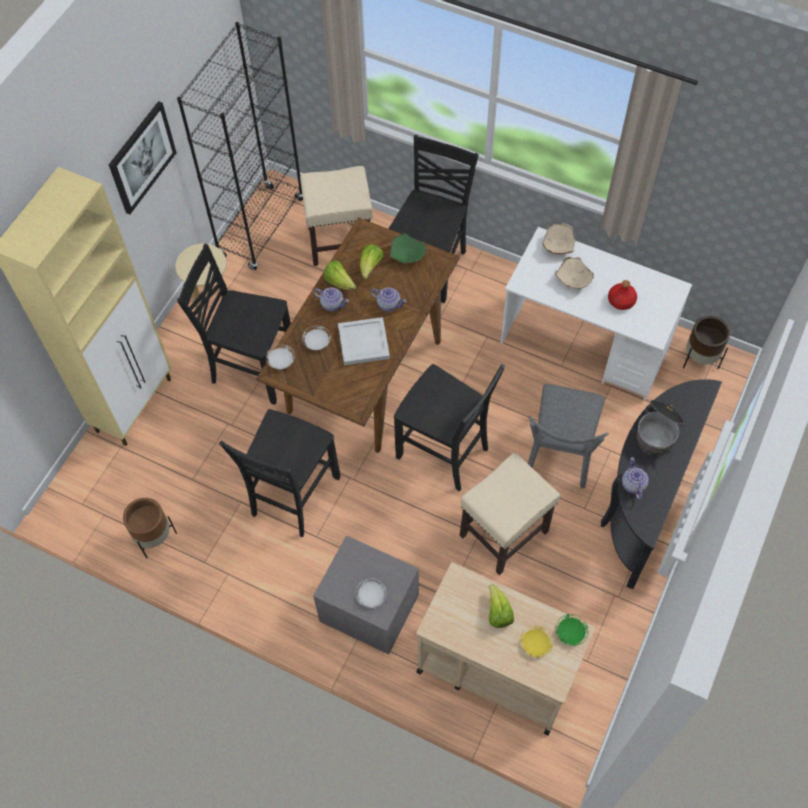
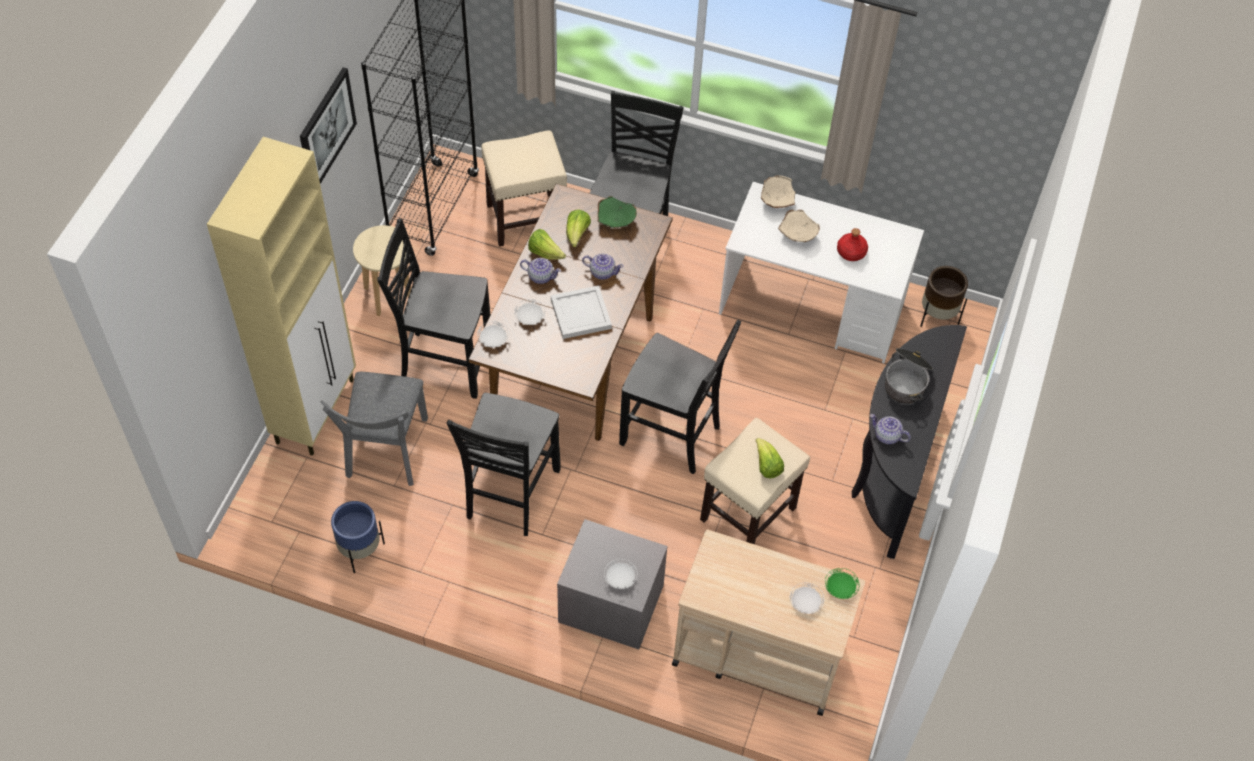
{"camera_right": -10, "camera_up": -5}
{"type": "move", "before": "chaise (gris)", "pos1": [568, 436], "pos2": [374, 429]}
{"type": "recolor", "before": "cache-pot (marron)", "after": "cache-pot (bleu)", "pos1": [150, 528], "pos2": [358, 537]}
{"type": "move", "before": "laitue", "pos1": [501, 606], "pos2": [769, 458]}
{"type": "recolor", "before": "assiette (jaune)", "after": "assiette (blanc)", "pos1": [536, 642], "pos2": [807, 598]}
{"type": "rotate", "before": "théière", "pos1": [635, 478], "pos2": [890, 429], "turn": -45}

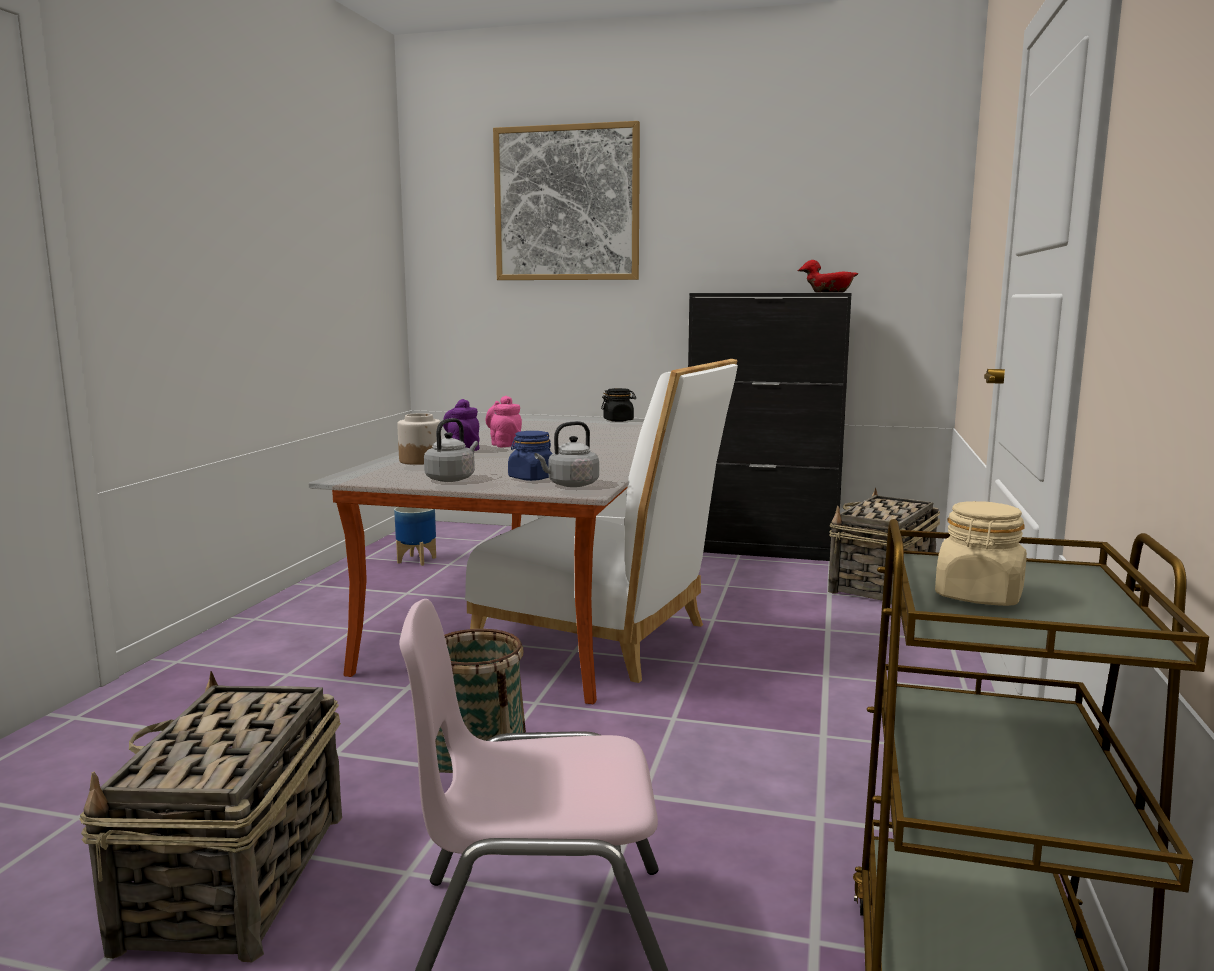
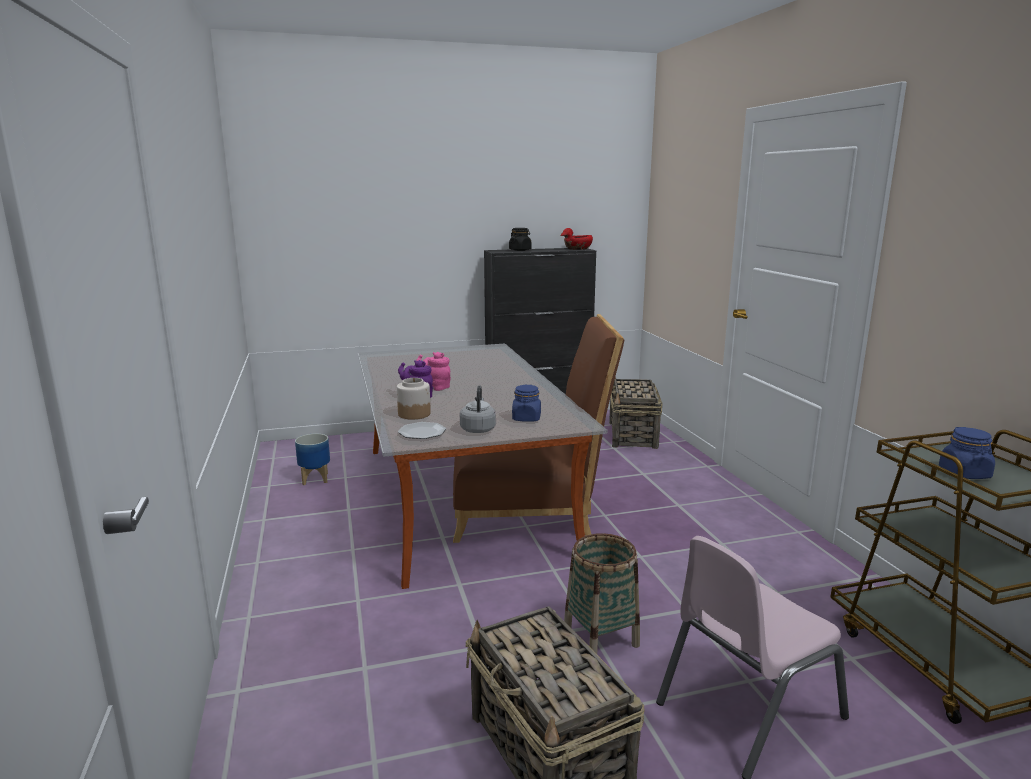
{"camera_right": -30, "camera_up": 5}
{"type": "insert", "after": "assiette", "pos2": [422, 430]}
{"type": "recolor", "before": "chaise (blanc)", "after": "chaise (marron)", "pos1": [601, 521], "pos2": [538, 428]}
{"type": "move", "before": "bocal (noir)", "pos1": [618, 405], "pos2": [520, 239]}
{"type": "recolor", "before": "bocal (beige)", "after": "bocal (bleu)", "pos1": [981, 553], "pos2": [967, 453]}
{"type": "delete", "before": "tableau", "pos1": [566, 200]}
{"type": "delete", "before": "bouilloire (gris)", "pos1": [567, 454]}

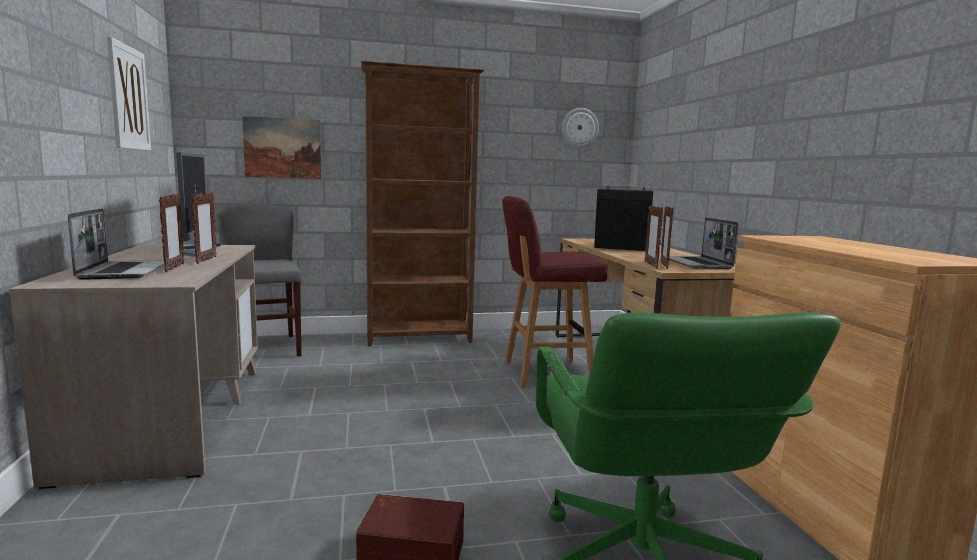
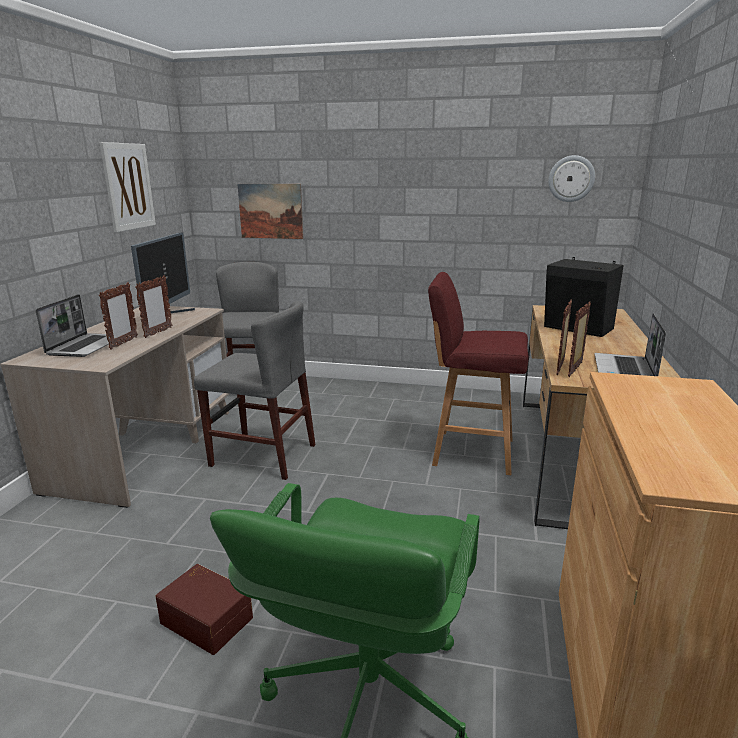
{"camera_right": 25, "camera_up": 10}
{"type": "insert", "after": "chaise (gris)", "pos2": [254, 390]}
{"type": "delete", "before": "bibliothèque (marron)", "pos1": [422, 203]}

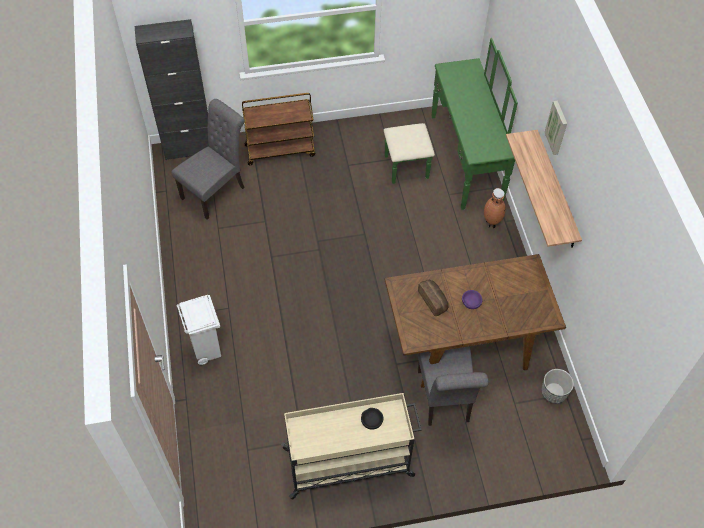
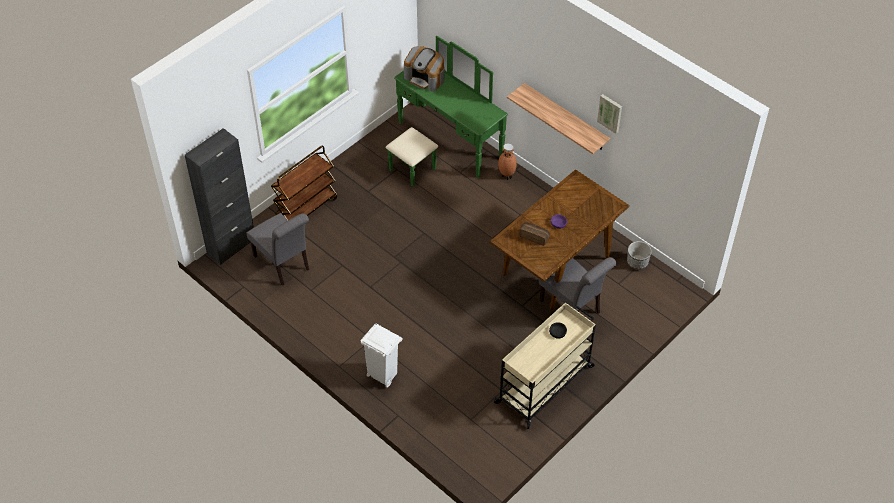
{"camera_right": -35, "camera_up": -5}
{"type": "rotate", "before": "chaise (gris)", "pos1": [208, 159], "pos2": [277, 249], "turn": 135}
{"type": "insert", "after": "machine à café", "pos2": [424, 69]}
{"type": "move", "before": "tableau", "pos1": [555, 128], "pos2": [609, 114]}

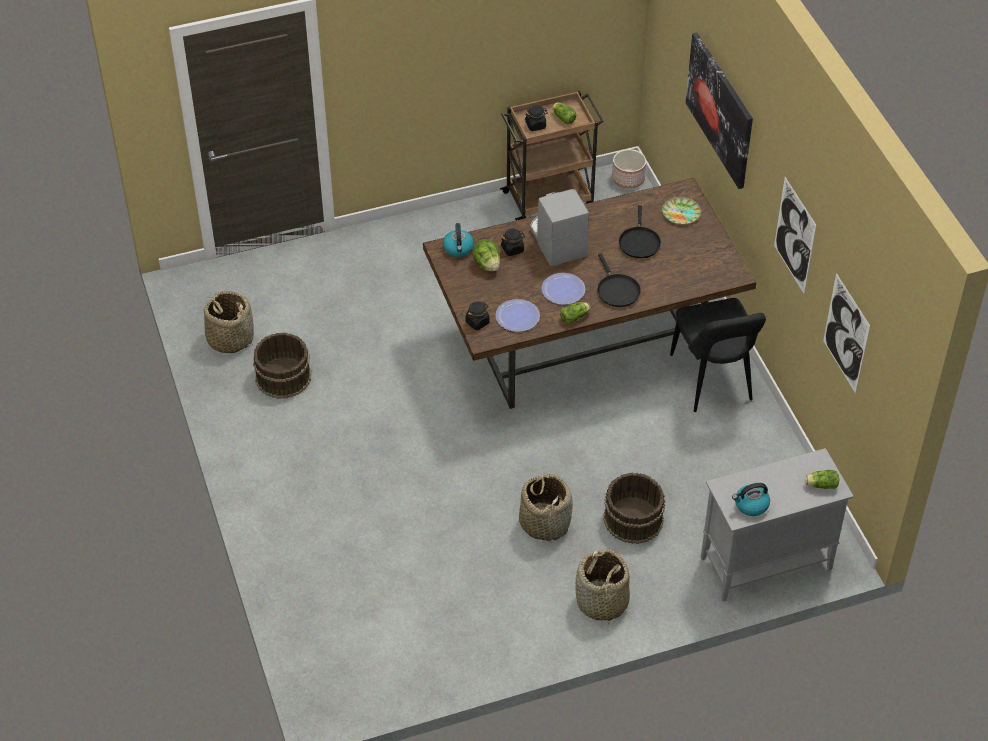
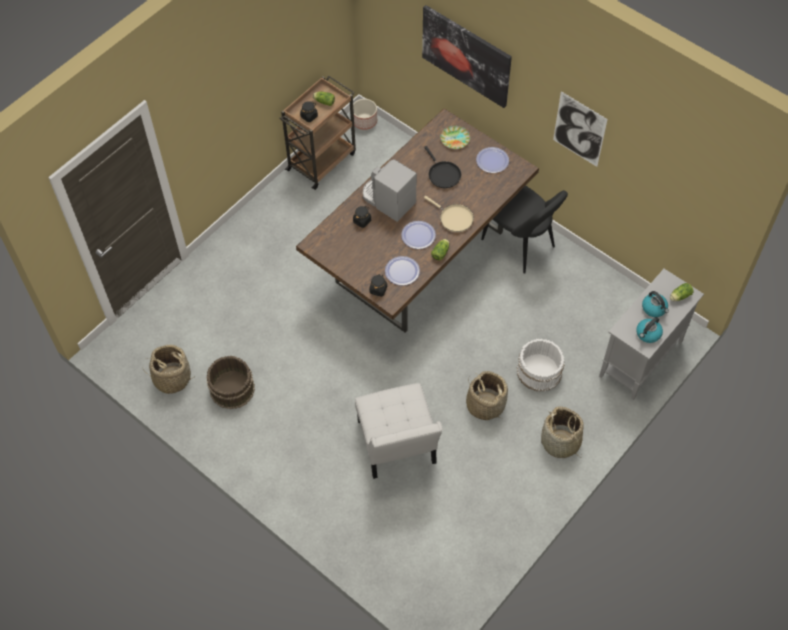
{"camera_right": -30, "camera_up": 10}
{"type": "insert", "after": "chaise (blanc)", "pos2": [399, 431]}
{"type": "recolor", "before": "poêle (noir)", "after": "poêle (beige)", "pos1": [619, 280], "pos2": [449, 214]}
{"type": "insert", "after": "assiette", "pos2": [492, 160]}
{"type": "recolor", "before": "seau (marron)", "after": "seau (blanc)", "pos1": [634, 508], "pos2": [540, 365]}
{"type": "move", "before": "bouilloire", "pos1": [458, 240], "pos2": [655, 304]}
{"type": "delete", "before": "laitue", "pos1": [486, 255]}
{"type": "delete", "before": "tableau", "pos1": [846, 333]}

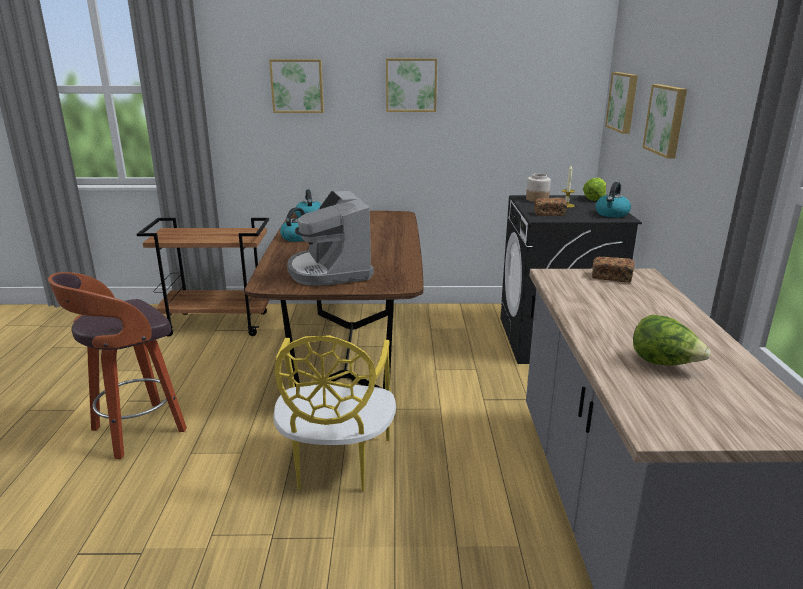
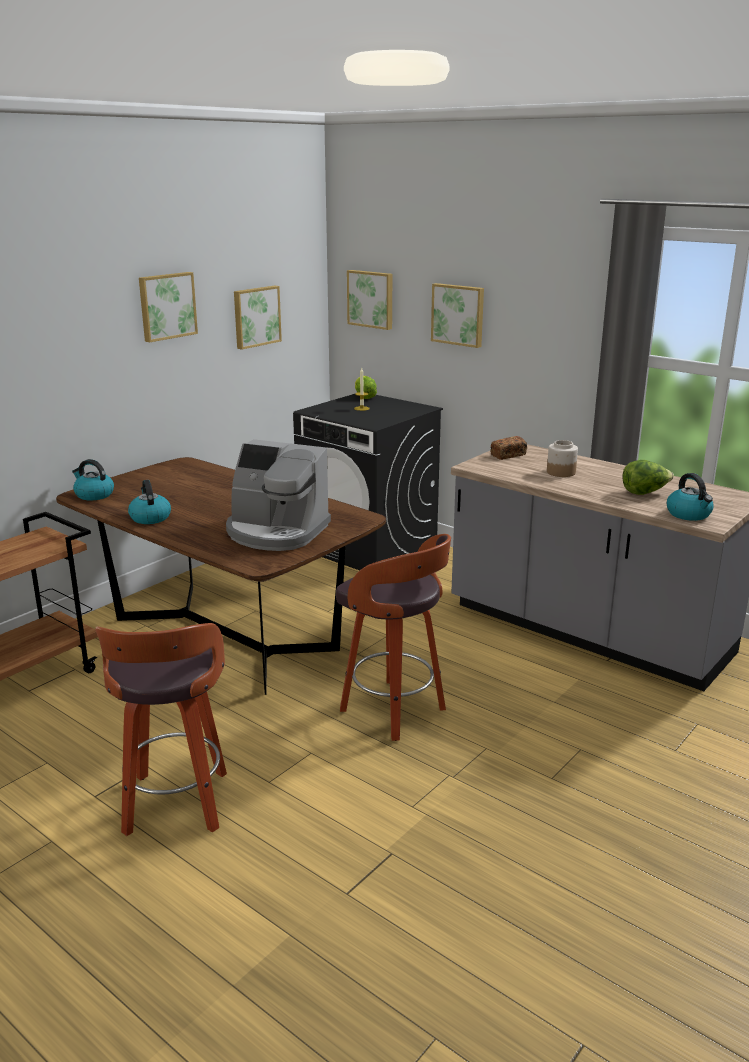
{"camera_right": -50, "camera_up": 0}
{"type": "move", "before": "tableau", "pos1": [296, 86], "pos2": [258, 317]}
{"type": "replace", "before": "chaise (jaune)", "after": "tabouret", "pos1": [334, 413], "pos2": [393, 637]}
{"type": "move", "before": "bocal", "pos1": [538, 188], "pos2": [562, 458]}
{"type": "move", "before": "bouilloire", "pos1": [613, 200], "pos2": [690, 497]}
{"type": "delete", "before": "pain", "pos1": [550, 207]}

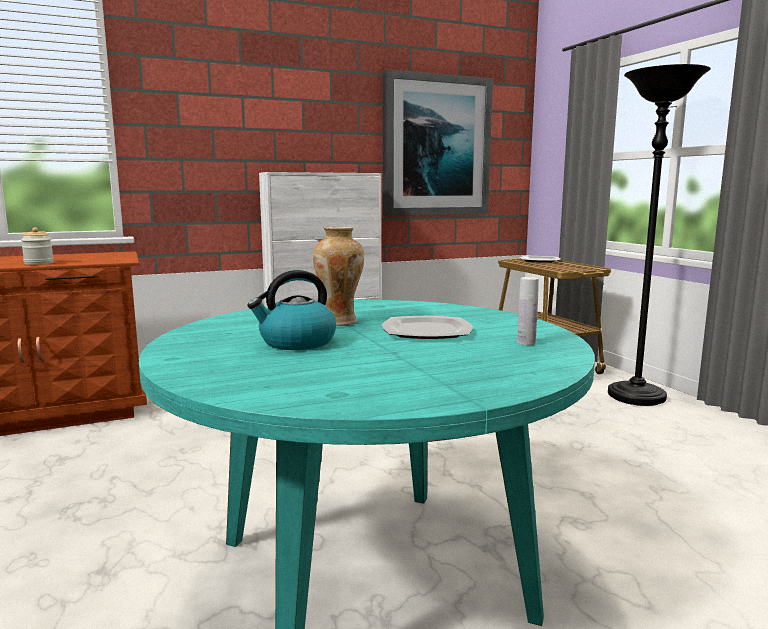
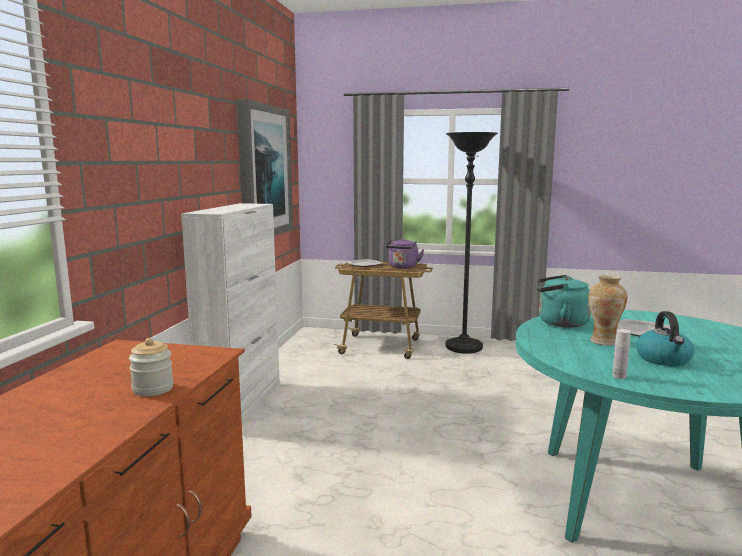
{"camera_right": -55, "camera_up": 0}
{"type": "insert", "after": "bouilloire (violet)", "pos2": [404, 253]}
{"type": "insert", "after": "bouilloire (turquoise)", "pos2": [564, 301]}
{"type": "move", "before": "bouteille (blanc)", "pos1": [528, 311], "pos2": [621, 354]}

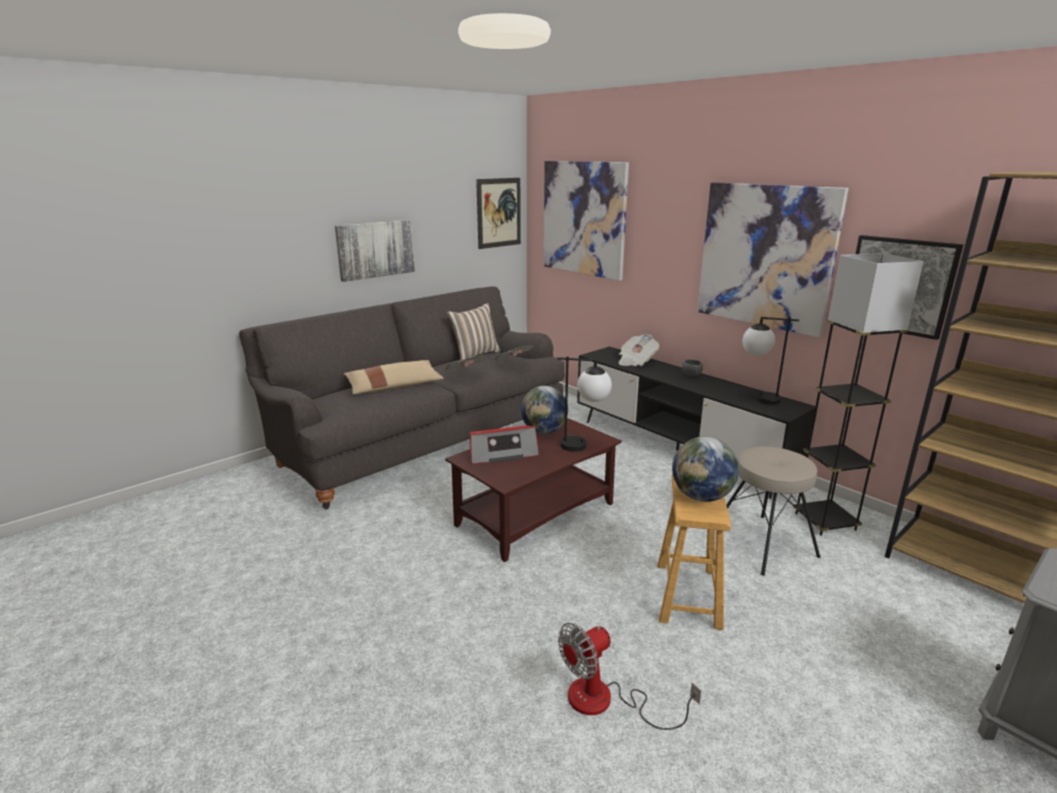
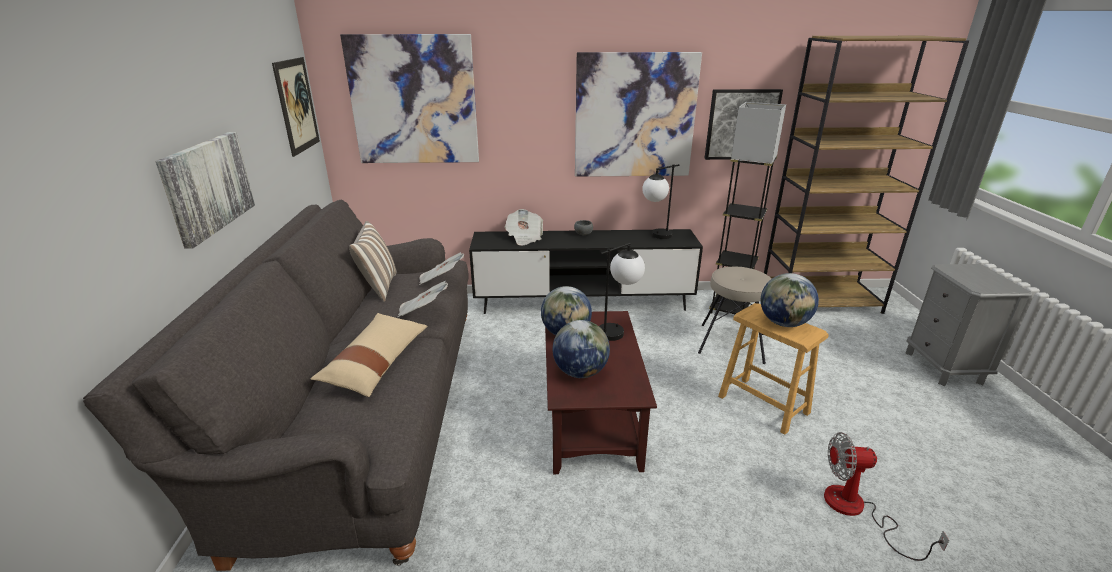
{"camera_right": -50, "camera_up": 5}
{"type": "replace", "before": "radio", "after": "globe", "pos1": [504, 444], "pos2": [581, 349]}
{"type": "rotate", "before": "ventilateur", "pos1": [629, 676], "pos2": [886, 496], "turn": 90}

